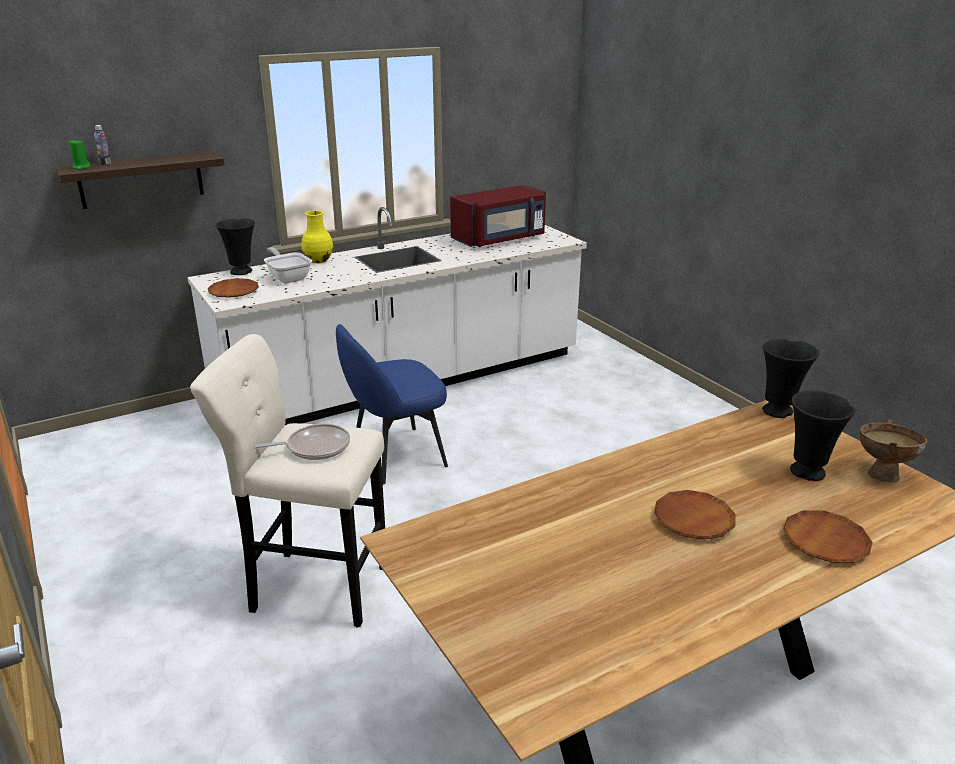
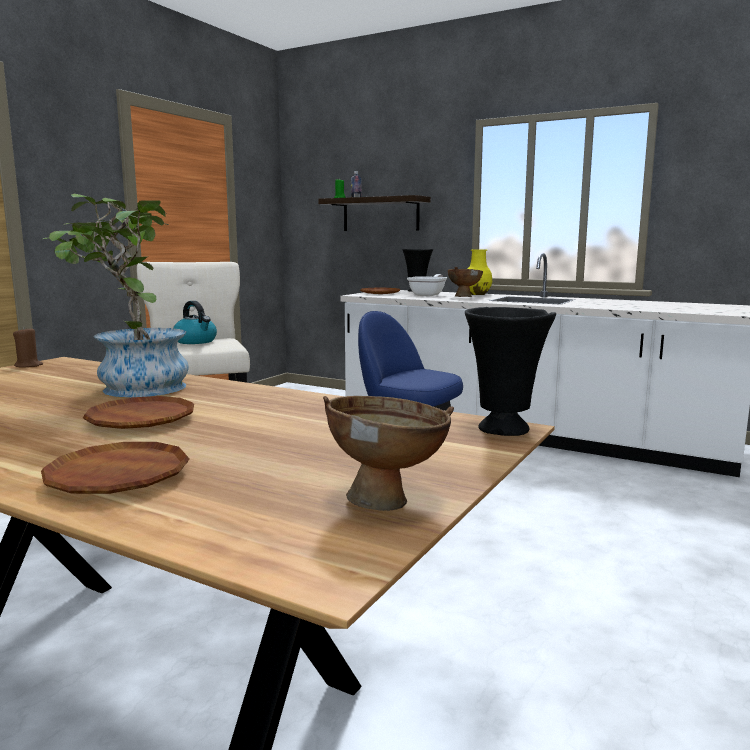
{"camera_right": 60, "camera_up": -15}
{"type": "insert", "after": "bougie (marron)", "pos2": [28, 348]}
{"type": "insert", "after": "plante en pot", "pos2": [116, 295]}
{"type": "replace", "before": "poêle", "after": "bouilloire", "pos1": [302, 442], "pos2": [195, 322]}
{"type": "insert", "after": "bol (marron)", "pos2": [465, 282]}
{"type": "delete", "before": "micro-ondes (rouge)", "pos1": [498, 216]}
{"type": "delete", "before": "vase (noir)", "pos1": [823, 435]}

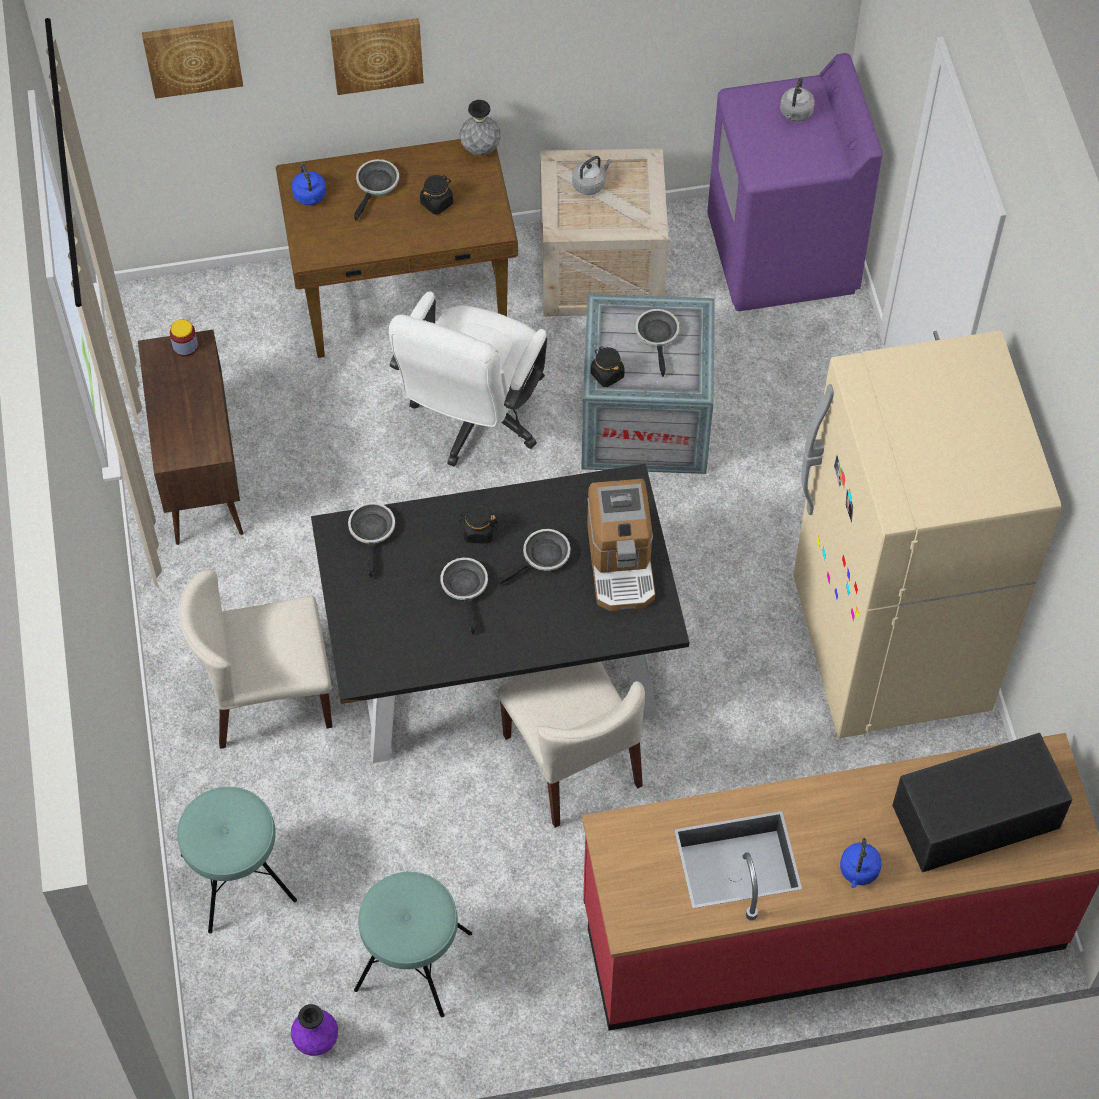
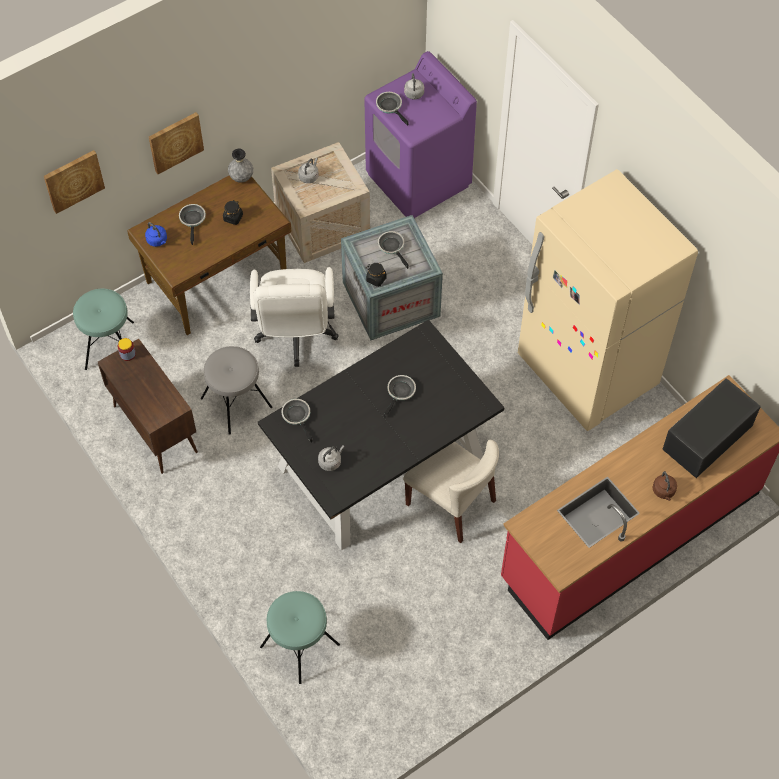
{"camera_right": -25, "camera_up": 0}
{"type": "move", "before": "tabouret (turquoise)", "pos1": [413, 944], "pos2": [103, 329]}
{"type": "insert", "after": "tabouret (gris)", "pos2": [236, 390]}
{"type": "insert", "after": "bouilloire (gris)", "pos2": [331, 458]}
{"type": "move", "before": "poêle", "pos1": [464, 596], "pos2": [392, 109]}
{"type": "recolor", "before": "bouilloire (bleu)", "after": "bouilloire (marron)", "pos1": [861, 863], "pos2": [665, 486]}
{"type": "delete", "before": "chaise (beige)", "pos1": [255, 659]}
{"type": "delete", "before": "vase (violet)", "pos1": [314, 1030]}
{"type": "delete", "before": "bocal (noir)", "pos1": [478, 524]}
{"type": "delete", "before": "machine à café", "pos1": [621, 545]}

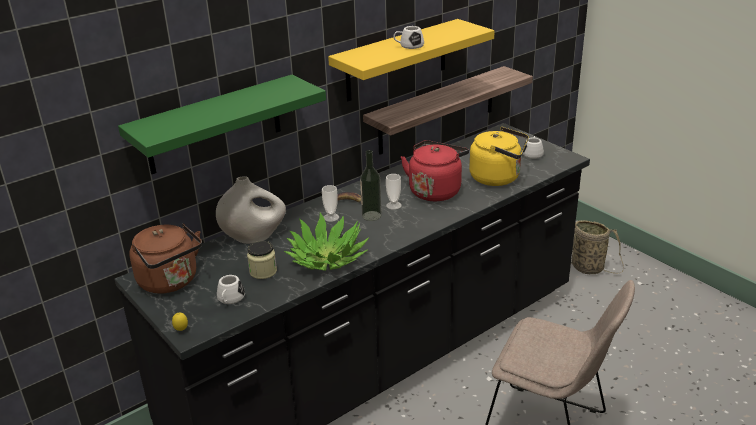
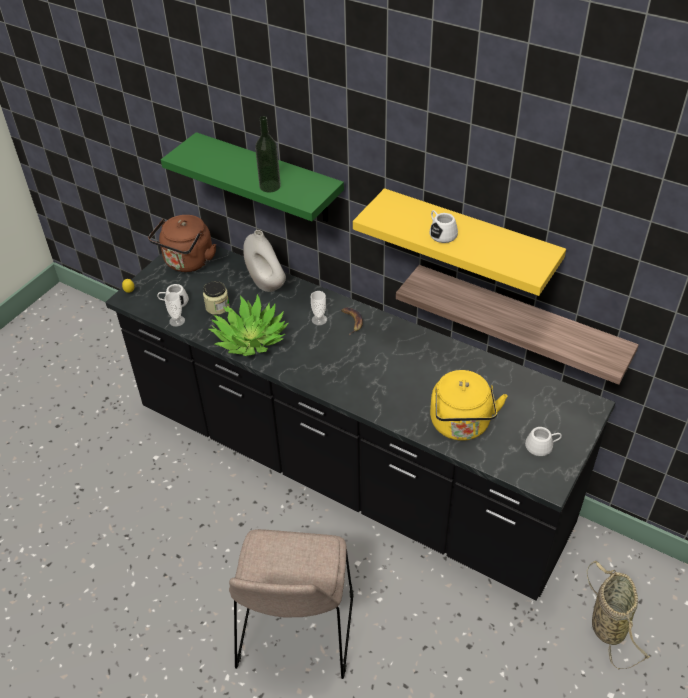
{"camera_right": 70, "camera_up": 15}
{"type": "move", "before": "tasse", "pos1": [394, 192], "pos2": [175, 309]}
{"type": "move", "before": "bouteille", "pos1": [371, 185], "pos2": [268, 154]}
{"type": "delete", "before": "bouilloire (rouge)", "pos1": [435, 170]}

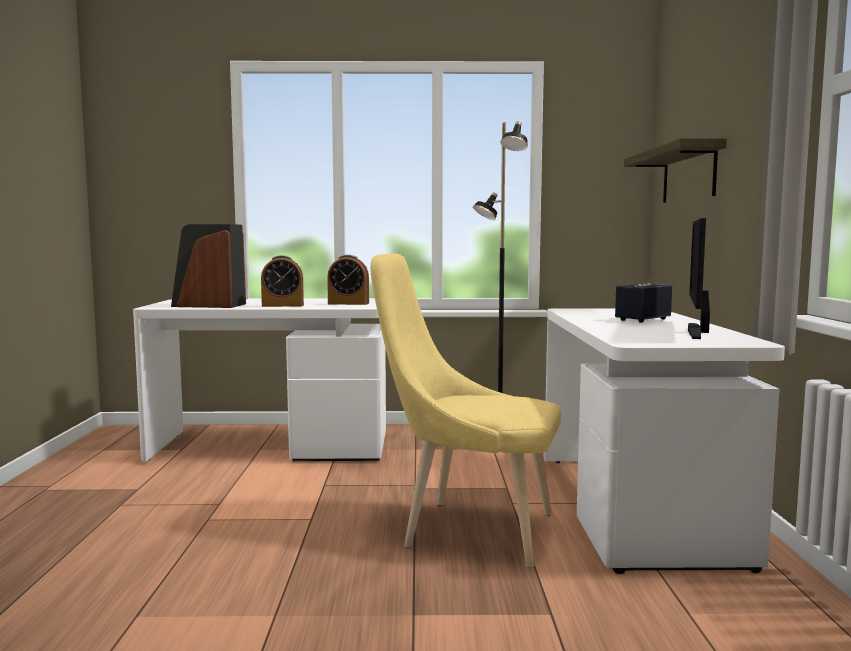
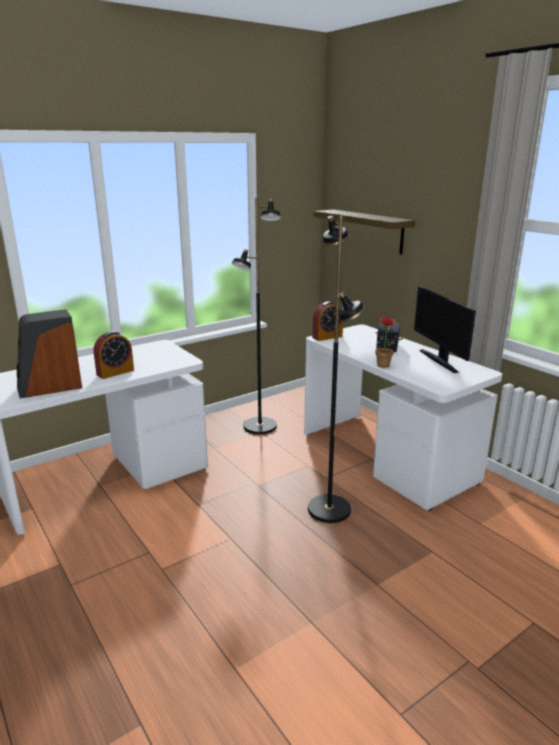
{"camera_right": -35, "camera_up": 15}
{"type": "replace", "before": "chaise (jaune)", "after": "lampadaire (noir)", "pos1": [465, 410], "pos2": [336, 369]}
{"type": "move", "before": "réveil", "pos1": [348, 280], "pos2": [327, 321]}
{"type": "insert", "after": "plante en pot", "pos2": [390, 342]}

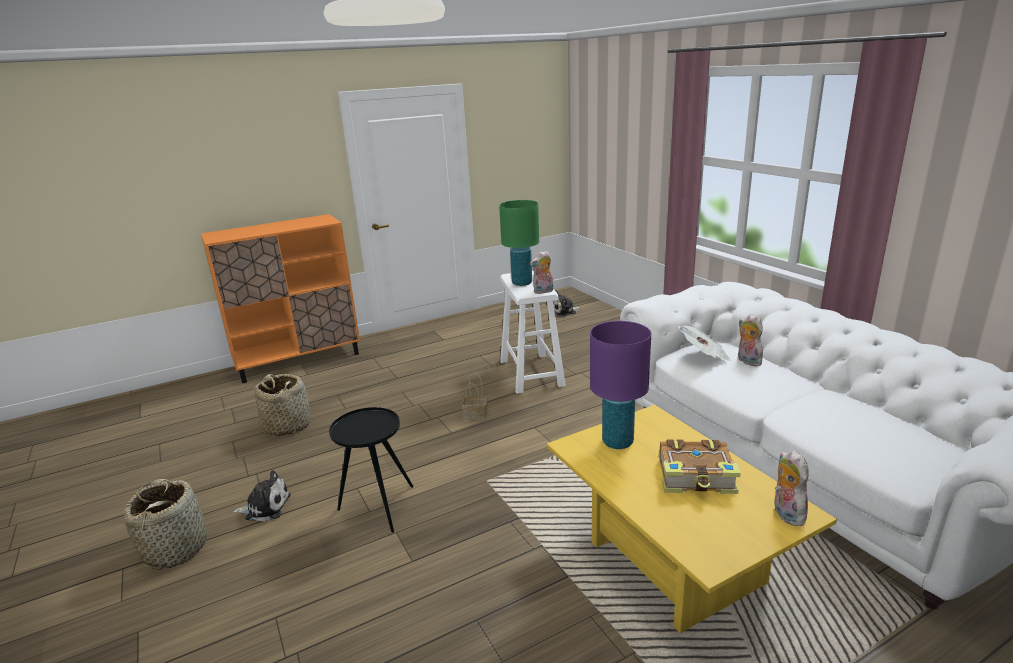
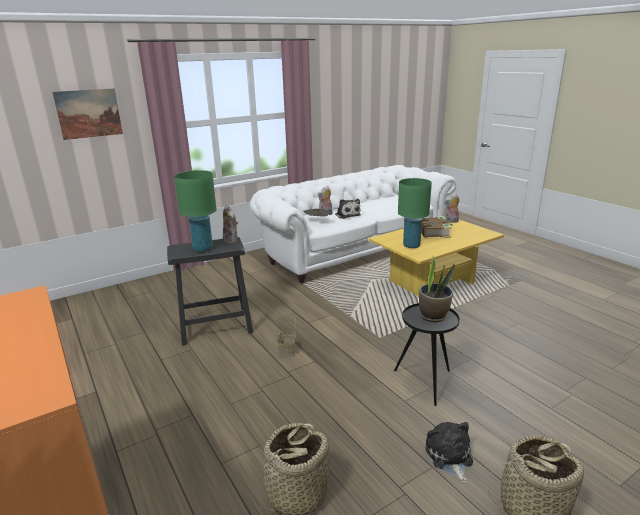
{"camera_right": -95, "camera_up": 0}
{"type": "insert", "after": "tableau", "pos2": [87, 114]}
{"type": "recolor", "before": "tabouret (blanc)", "after": "tabouret (noir)", "pos1": [533, 332], "pos2": [210, 291]}
{"type": "move", "before": "peluche", "pos1": [566, 303], "pos2": [348, 209]}
{"type": "recolor", "before": "lampe de table (violet)", "after": "lampe de table (vert)", "pos1": [620, 385], "pos2": [415, 213]}
{"type": "insert", "after": "plante en pot", "pos2": [437, 289]}

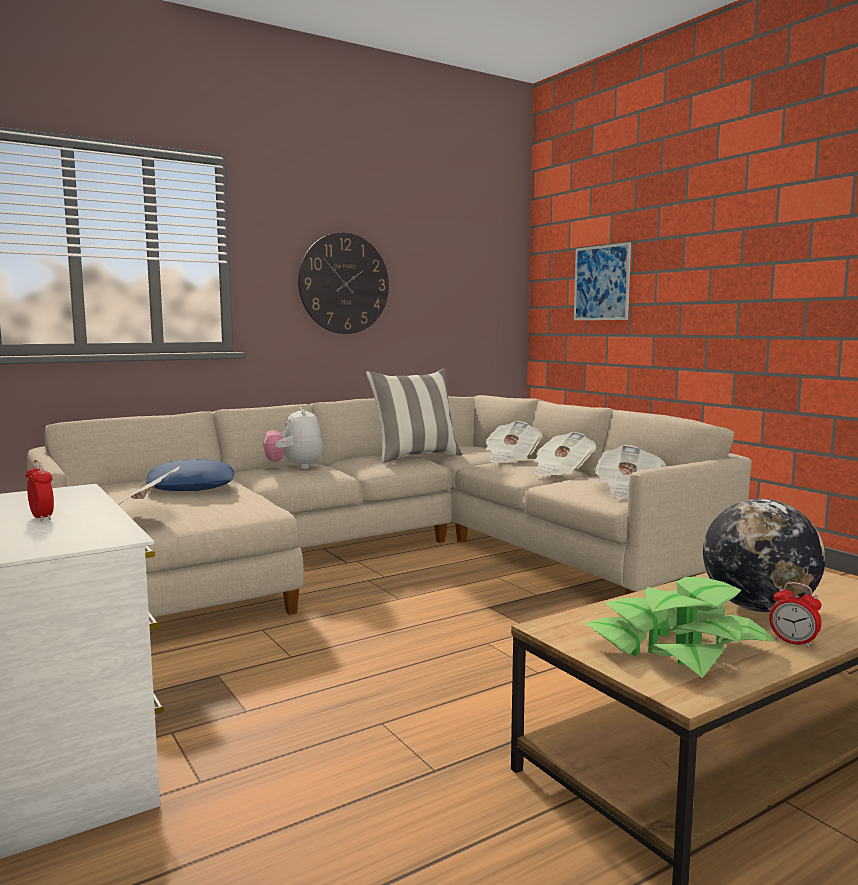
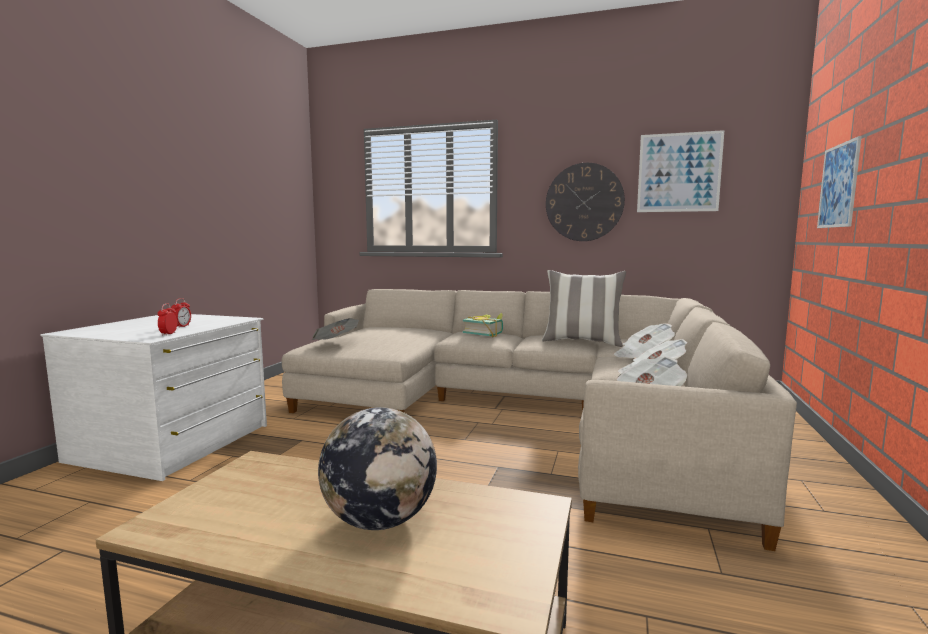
{"camera_right": 50, "camera_up": 0}
{"type": "move", "before": "réveil", "pos1": [795, 615], "pos2": [167, 320]}
{"type": "replace", "before": "peluche", "after": "livre", "pos1": [293, 438], "pos2": [483, 324]}
{"type": "insert", "after": "tableau", "pos2": [680, 171]}
{"type": "delete", "before": "coussin (bleu)", "pos1": [190, 475]}
{"type": "delete", "before": "plante en pot", "pos1": [680, 627]}

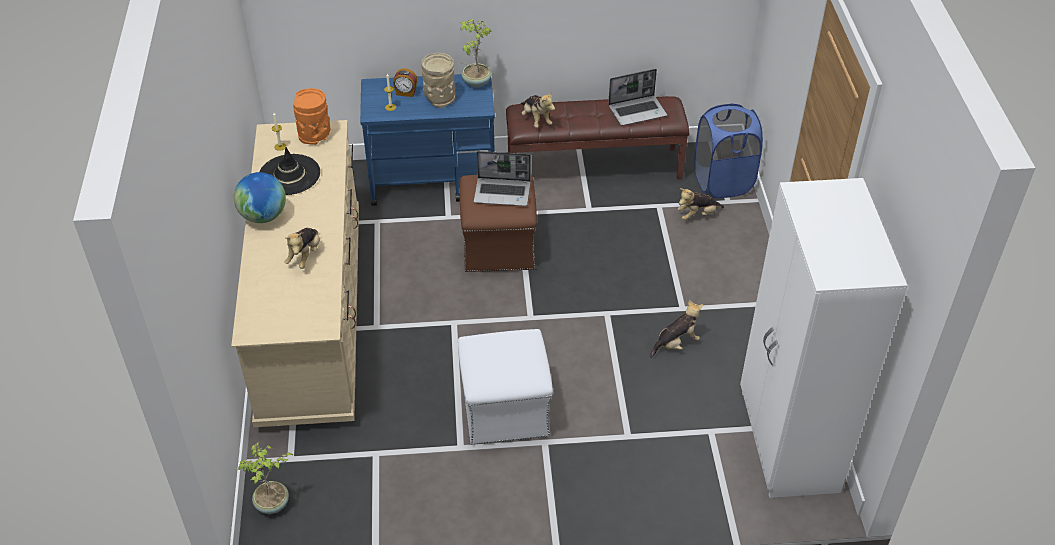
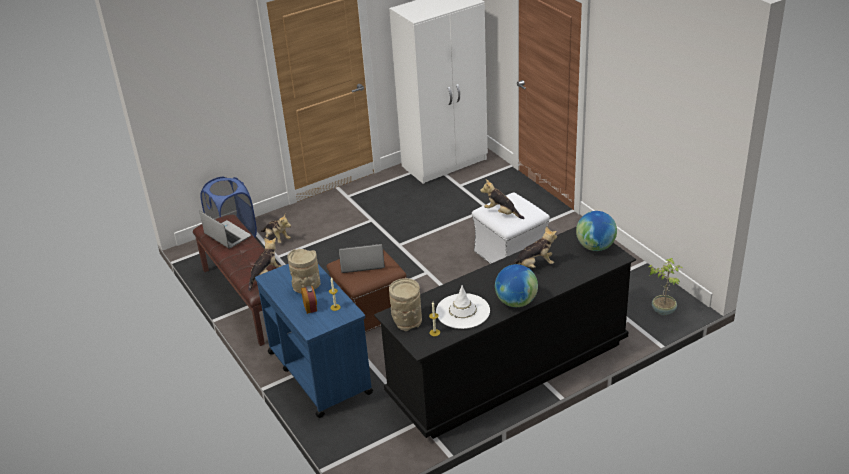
{"camera_right": -115, "camera_up": -10}
{"type": "rotate", "before": "ordinateur portable", "pos1": [502, 178], "pos2": [362, 258], "turn": -75}
{"type": "recolor", "before": "commode (beige)", "after": "commode (noir)", "pos1": [295, 274], "pos2": [505, 332]}
{"type": "recolor", "before": "vase (orange)", "after": "vase (beige)", "pos1": [311, 116], "pos2": [405, 304]}
{"type": "recolor", "before": "chapeau (noir)", "after": "chapeau (blanc)", "pos1": [289, 171], "pos2": [463, 307]}
{"type": "move", "before": "peluche", "pos1": [676, 329], "pos2": [502, 199]}
{"type": "insert", "after": "globe", "pos2": [596, 231]}
{"type": "delete", "before": "plante en pot", "pos1": [475, 53]}

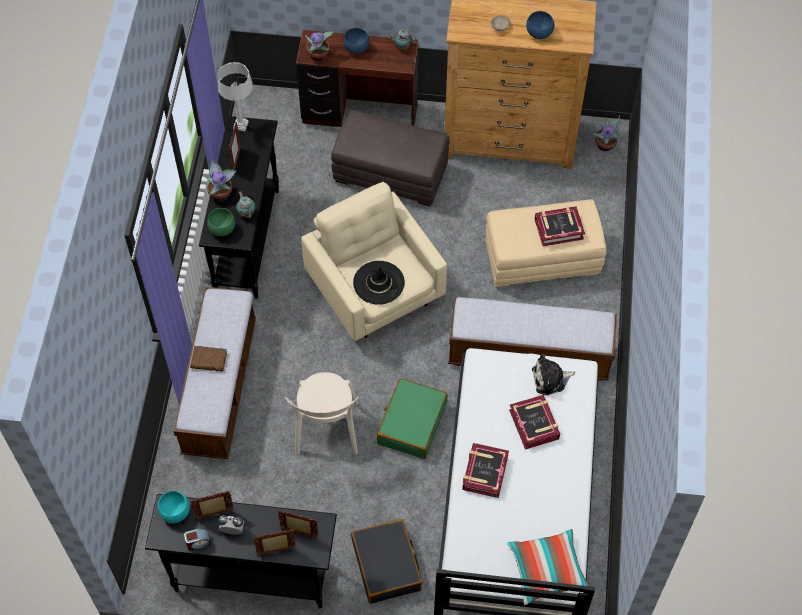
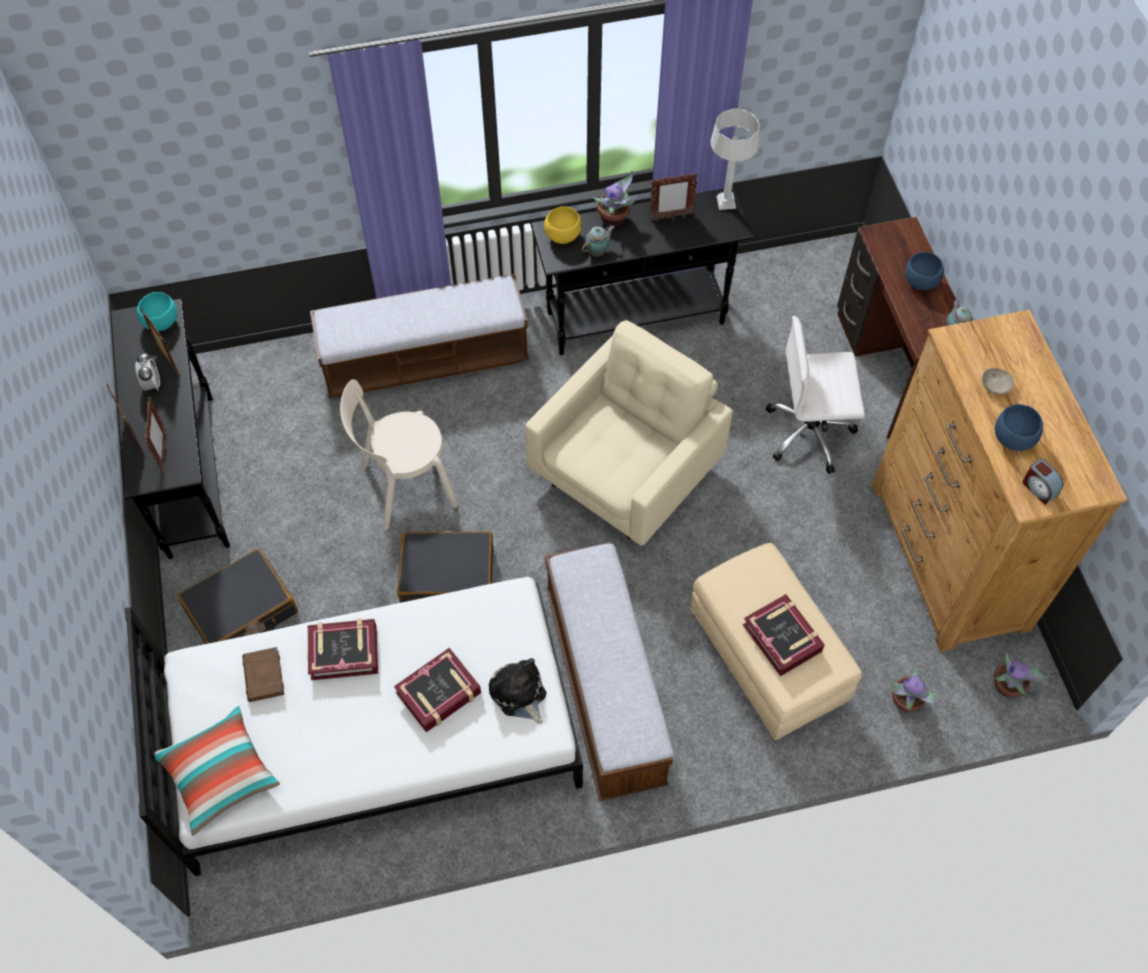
{"camera_right": 70, "camera_up": 0}
{"type": "move", "before": "livre (marron)", "pos1": [208, 359], "pos2": [263, 674]}
{"type": "recolor", "before": "valise (vert)", "after": "valise (noir)", "pos1": [412, 418], "pos2": [445, 567]}
{"type": "recolor", "before": "bol (vert)", "after": "bol (jaune)", "pos1": [221, 222], "pos2": [562, 225]}
{"type": "replace", "before": "pouf (gris)", "after": "chaise de bureau (blanc)", "pos1": [390, 158], "pos2": [815, 395]}
{"type": "move", "before": "plante en pot", "pos1": [319, 45], "pos2": [914, 689]}
{"type": "move", "before": "réveil", "pos1": [197, 539], "pos2": [1043, 482]}
{"type": "delete", "before": "chapeau (noir)", "pos1": [379, 283]}

